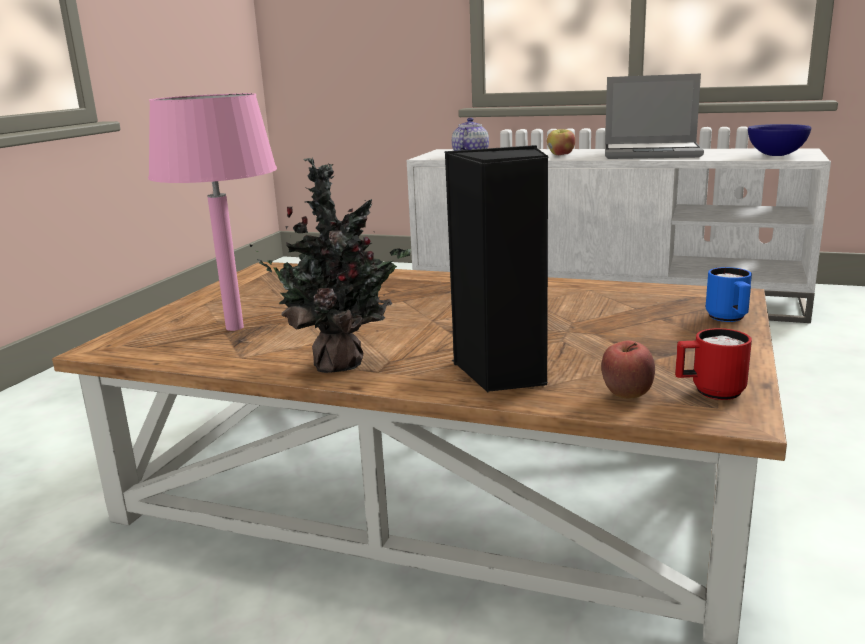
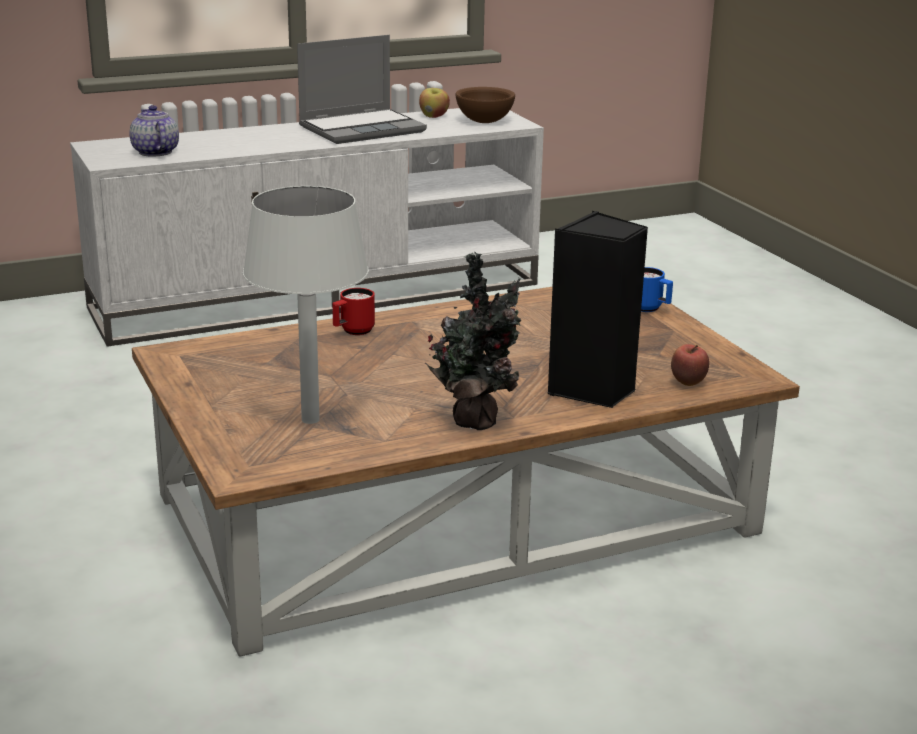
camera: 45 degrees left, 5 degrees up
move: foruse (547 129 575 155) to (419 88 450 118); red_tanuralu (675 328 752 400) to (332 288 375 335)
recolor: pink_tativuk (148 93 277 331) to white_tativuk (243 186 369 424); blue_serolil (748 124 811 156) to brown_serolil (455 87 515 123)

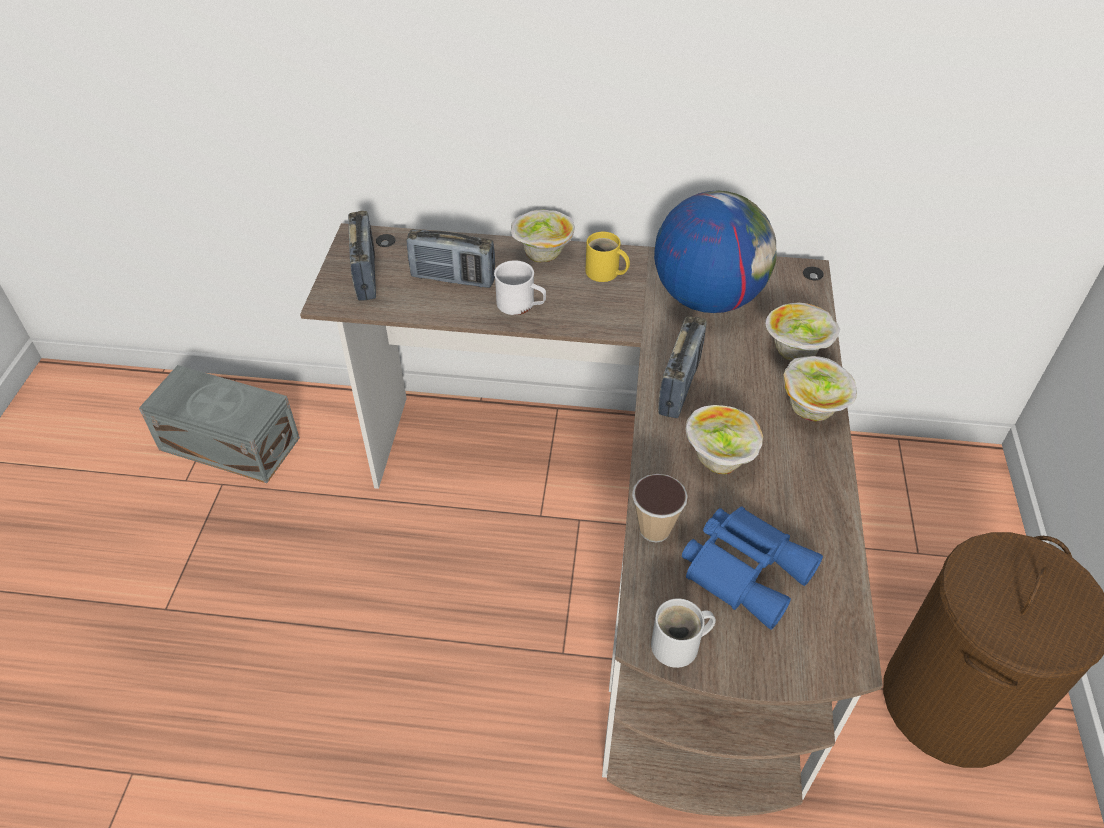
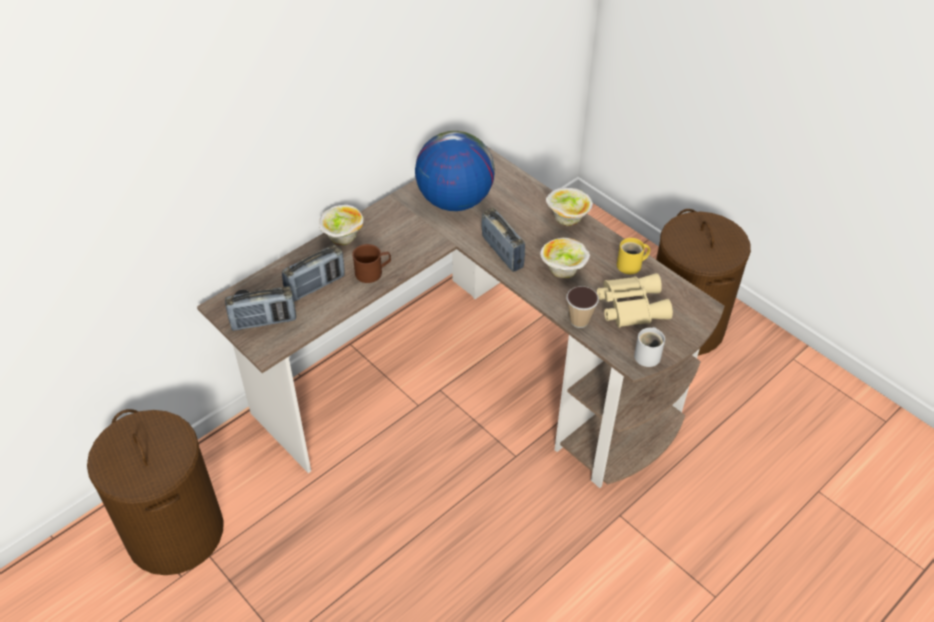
camera: 50 degrees left, 0 degrees up
delete: serolil (766 303 840 361)
move: yellow_tanuralu (585 232 630 282) to (617 238 650 274)
replace: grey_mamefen (139 365 300 483) to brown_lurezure (87 409 224 575)
recolor: white_tanuralu (494 260 546 315) to brown_tanuralu (352 244 391 283); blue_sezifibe (682 506 823 630) to beige_sezifibe (597 273 673 328)
rotate: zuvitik (348 211 376 301) = (225 286 296 331) 135 degrees clockwise

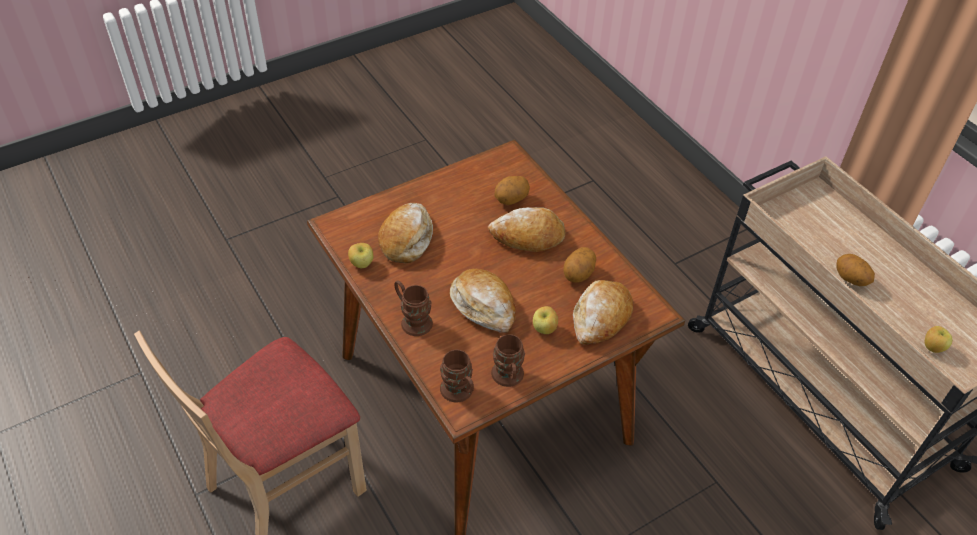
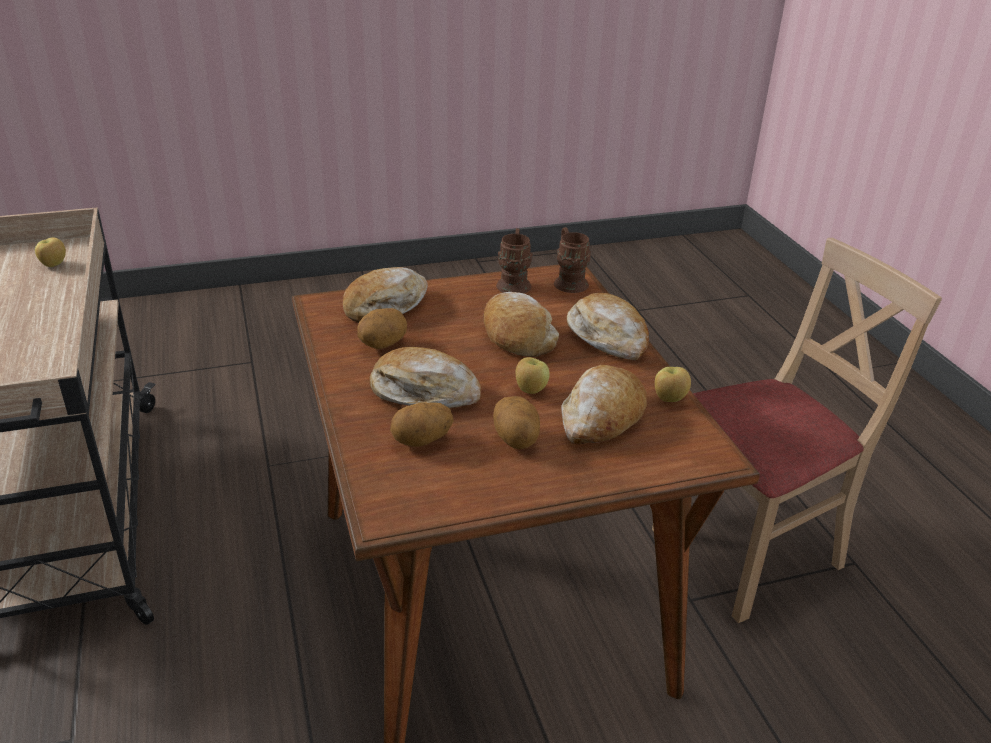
camera: 165 degrees left, 15 degrees down
move: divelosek (837 254 875 286) to (493 396 540 449); foruse (533 306 558 334) to (515 357 550 394)
replace: brown_tanuralu (394 281 433 336) to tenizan (567 293 649 361)

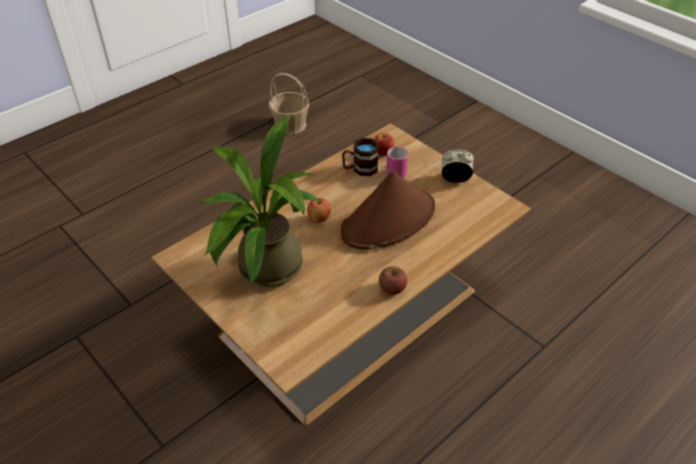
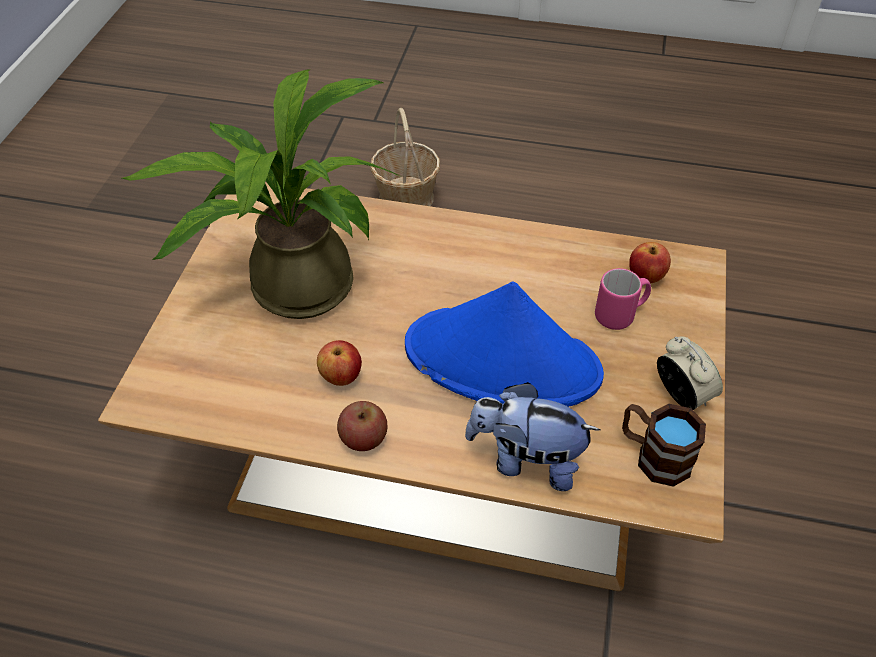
camera: 55 degrees right, 5 degrees up
insert: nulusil (465 382 600 491)
move: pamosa (269 73 309 135) to (370 108 440 206); brown_tanuralu (342 138 379 176) to (622 404 706 487); foruse (307 198 331 223) to (317 340 362 386)
recolor: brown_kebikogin (341 171 435 250) to blue_kebikogin (405 281 604 407)

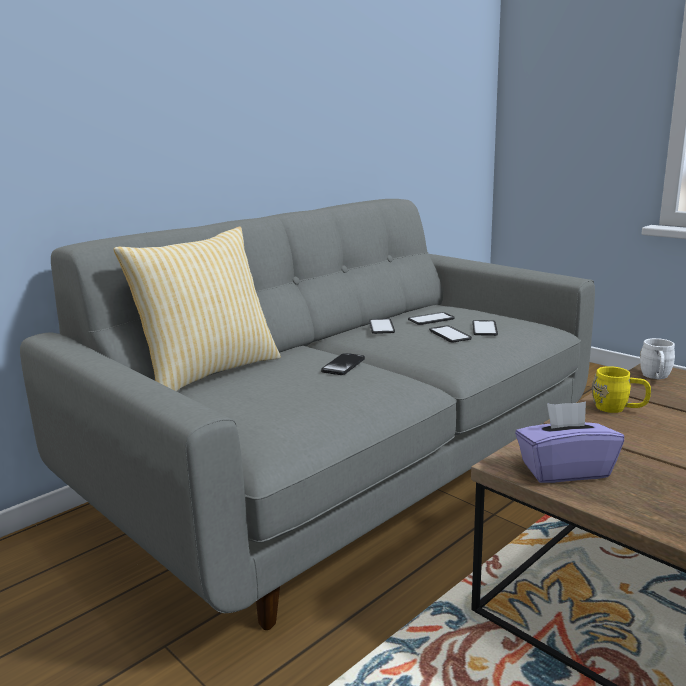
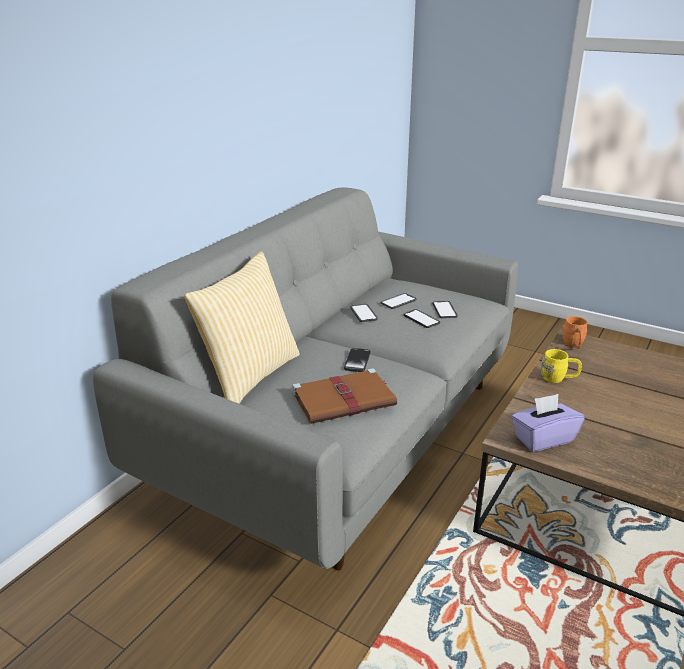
camera: 15 degrees left, 10 degrees up
insert: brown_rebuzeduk (292 368 397 424)
recolor: white_tanuralu (640 338 675 380) to orange_tanuralu (562 316 587 349)

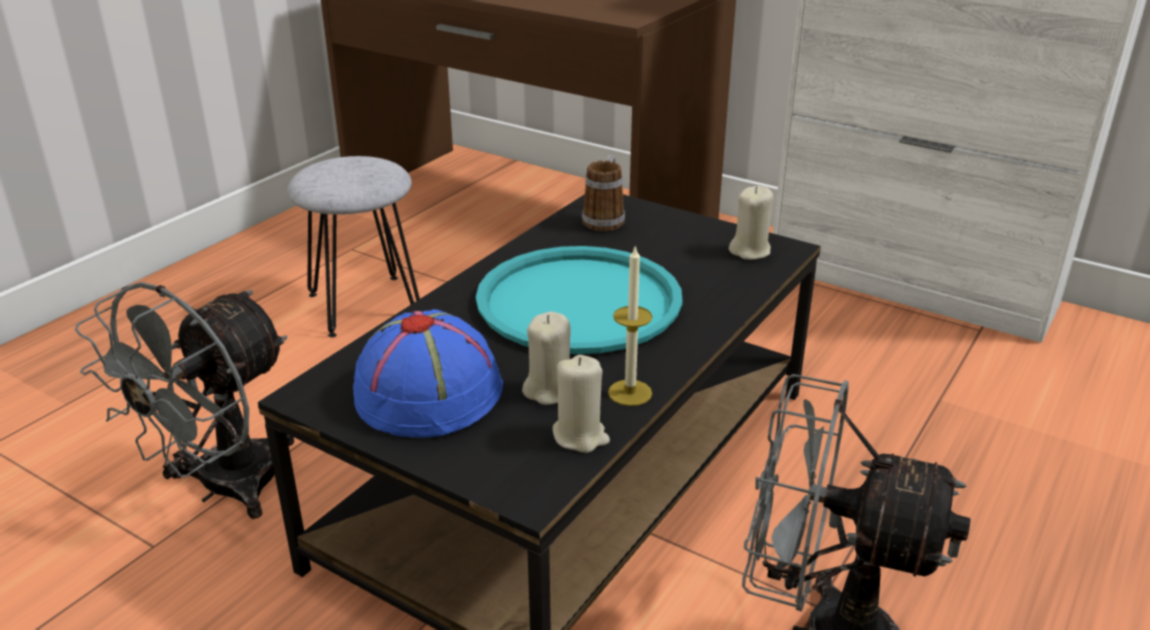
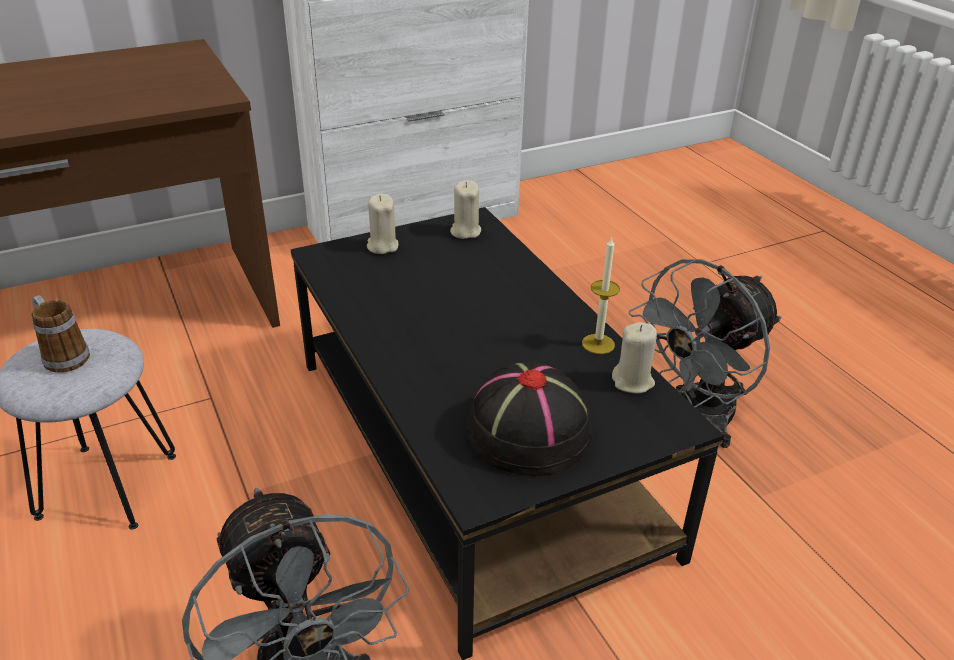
camera: 60 degrees left, 5 degrees up
delete: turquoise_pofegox (476 246 683 354)
move: tanuralu (582 155 625 231) to (32 295 90 373); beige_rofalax (522 312 571 405) to (367 194 399 254)
recolor: blue_kebikogin (353 309 503 438) to black_kebikogin (467 362 593 476)

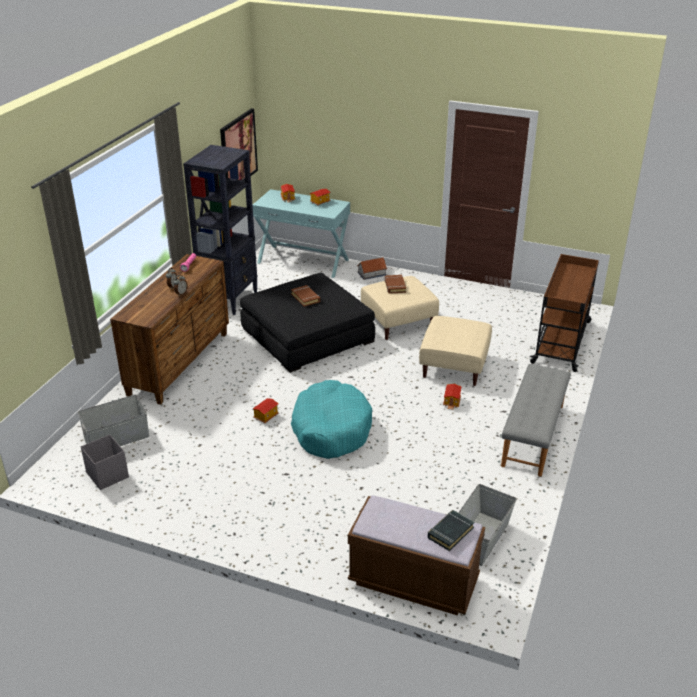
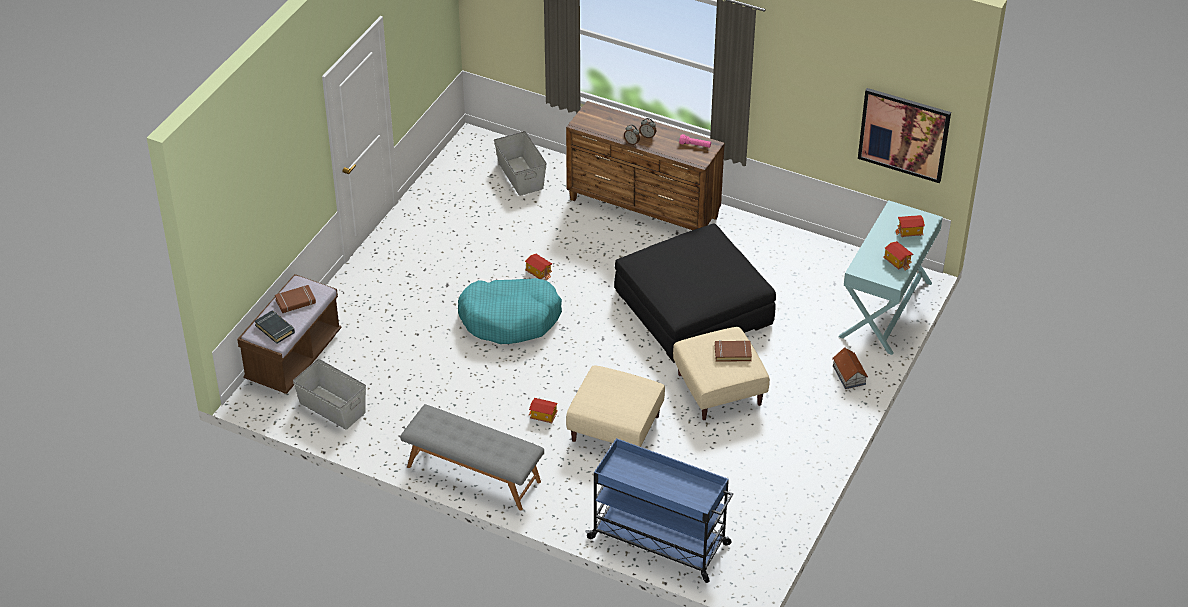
camera: 95 degrees right, 10 degrees up
delete: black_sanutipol (183 145 258 315); grey_mamefen (81 434 129 490)
move: brown_rebuzeduk (291 285 320 307) to (275 285 316 313)
recolor: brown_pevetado (530 254 599 372) to blue_pevetado (585 438 733 583)

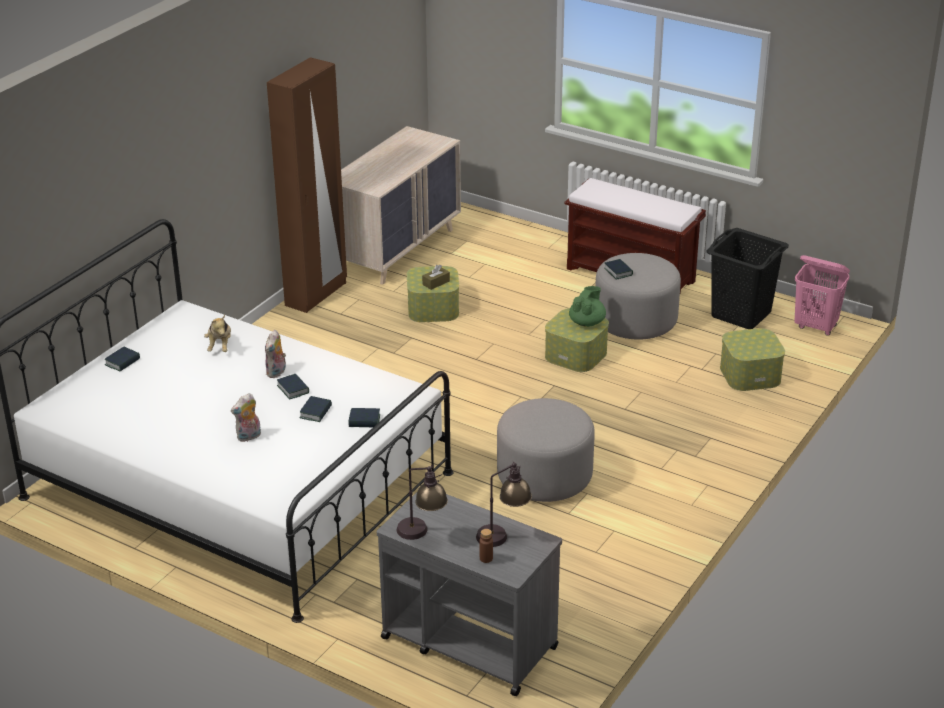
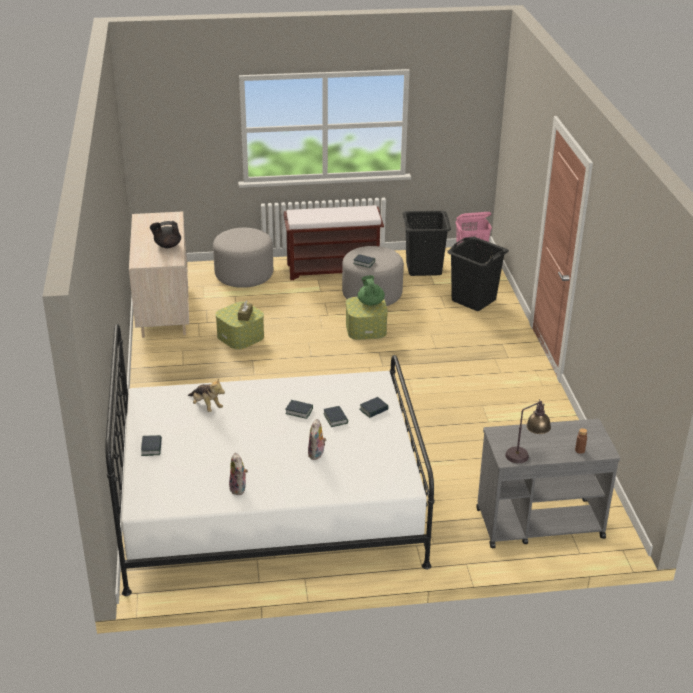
camera: 40 degrees left, 0 degrees up
delete: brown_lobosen (267 57 347 313); tativuk (476 462 532 547)
insert: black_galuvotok (150 221 181 248)
move: nulusil (265 330 286 378) to (229 453 248 495); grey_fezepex (497 398 595 502) to (213 228 273 288)
replace: mamefen (720 328 785 391) to black_lurezure (447 237 509 311)

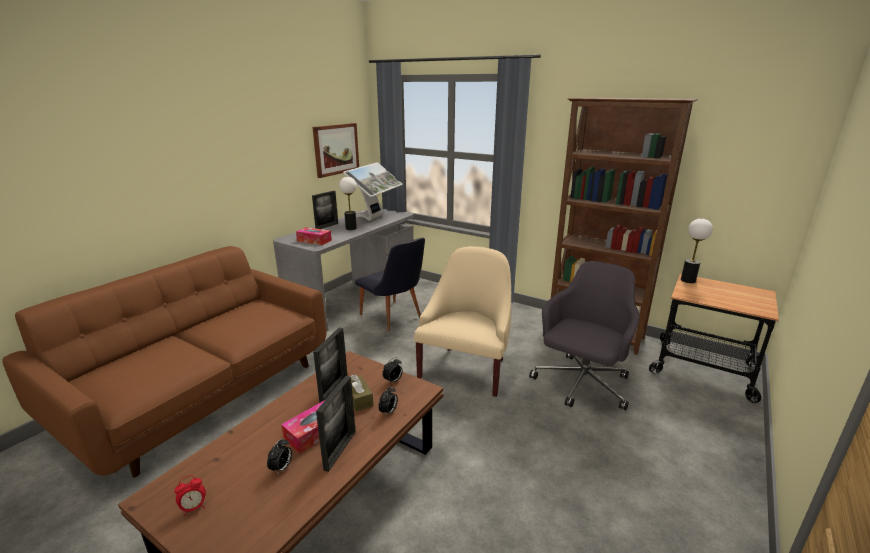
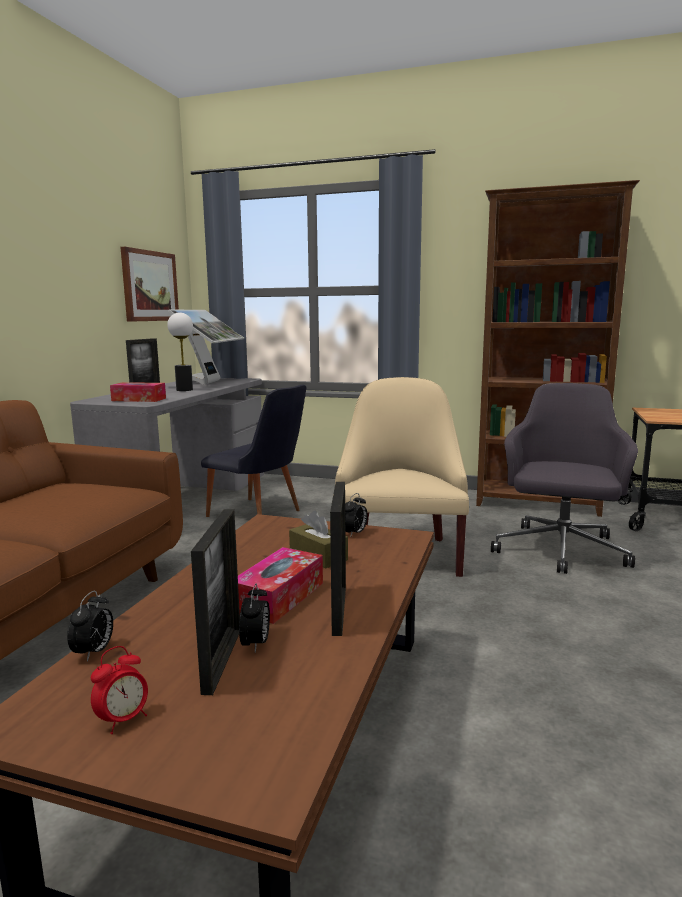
camera: 15 degrees left, 10 degrees down
delete: tativuk (681 218 713 283)
move: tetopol (313 328 347 403) to (191 509 240 695); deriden (378 386 398 416) to (67 590 113 662)

